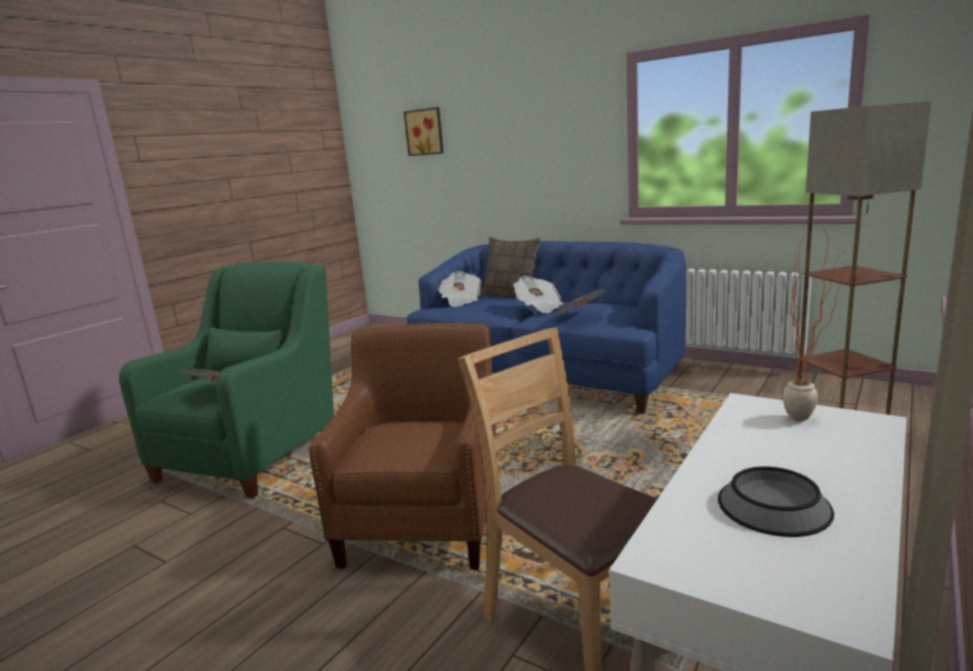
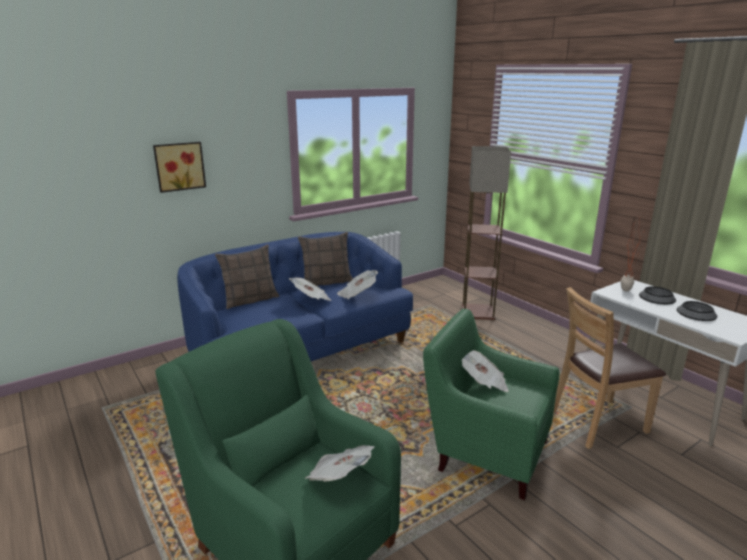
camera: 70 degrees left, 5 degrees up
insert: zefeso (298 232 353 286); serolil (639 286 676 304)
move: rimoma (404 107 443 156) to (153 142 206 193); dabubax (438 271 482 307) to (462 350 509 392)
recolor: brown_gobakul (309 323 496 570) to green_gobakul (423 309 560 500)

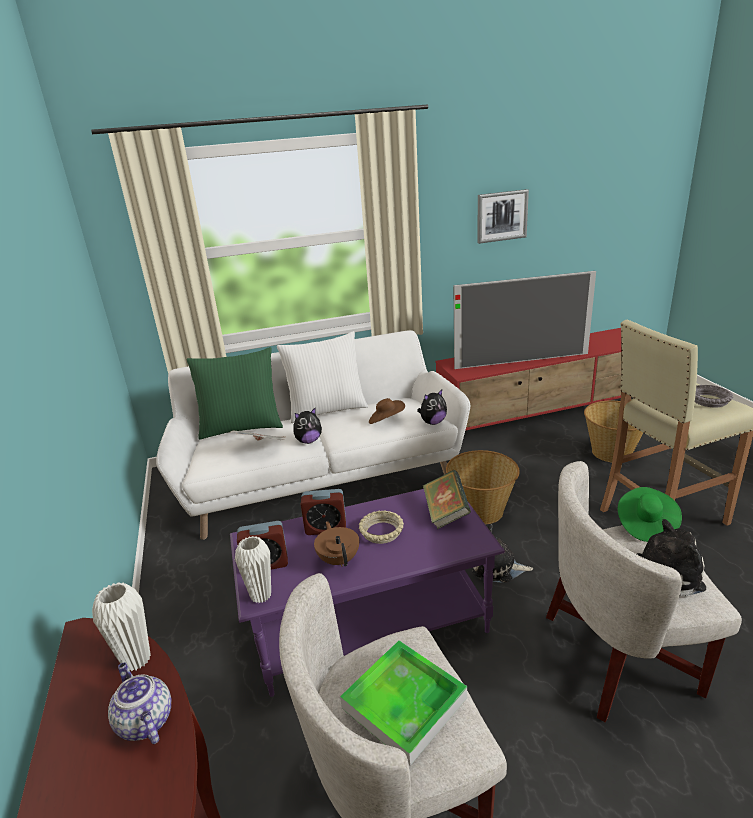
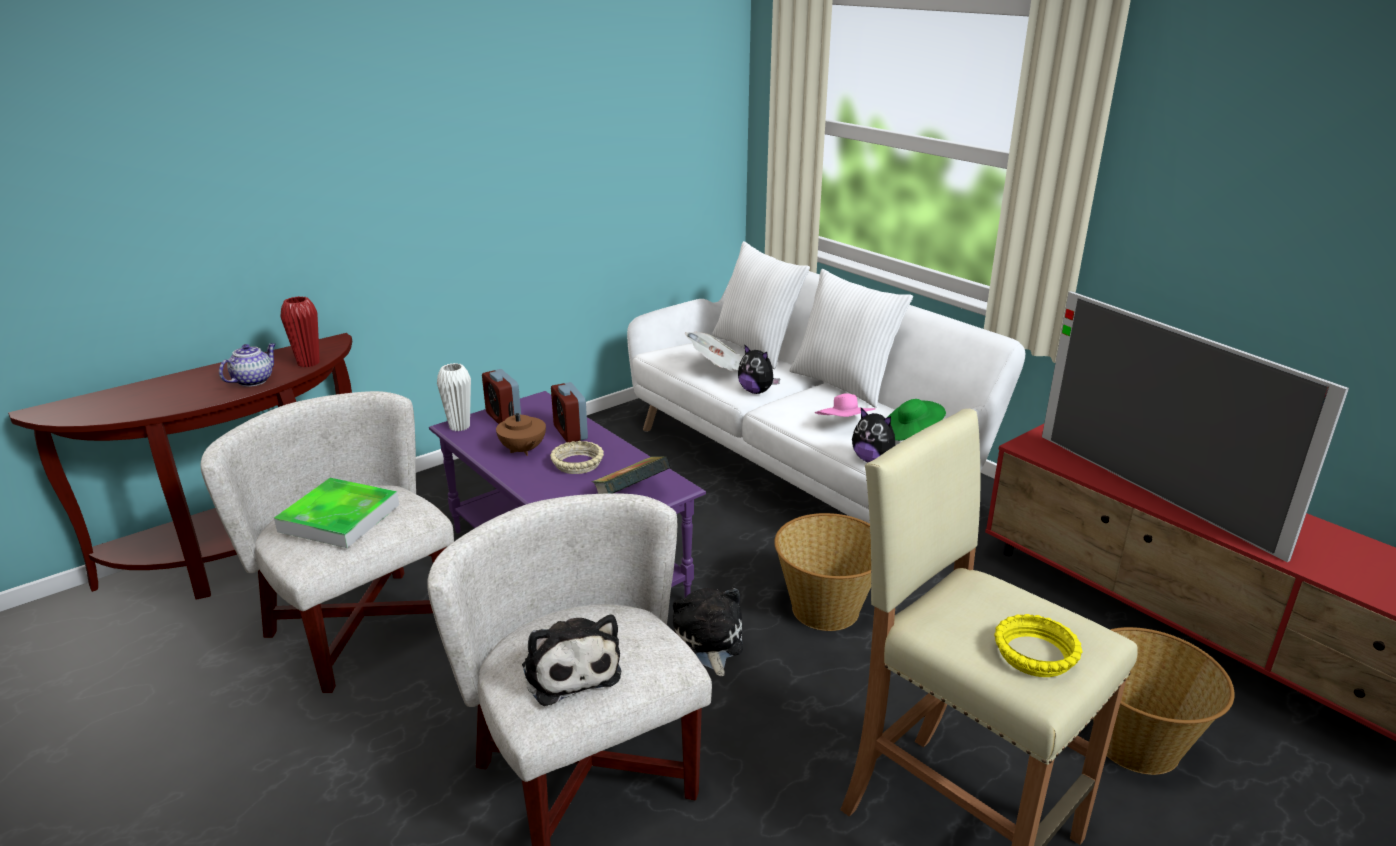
camera: 65 degrees right, 0 degrees up
delete: rimoma (477 189 529 244)
move: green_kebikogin (618 487 682 542) to (888 399 946 441)
recolor: green_zefeso (187 347 283 440) to white_zefeso (712 241 810 369); grey_serolil (695 385 733 407) to yellow_serolil (994 614 1083 677); brown_kebikogin (369 398 405 424) to pink_kebikogin (815 393 876 417); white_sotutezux (92 582 151 672) to red_sotutezux (280 296 320 367)
rotate: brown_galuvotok (314 521 359 567) = (496 401 546 456) 105 degrees clockwise

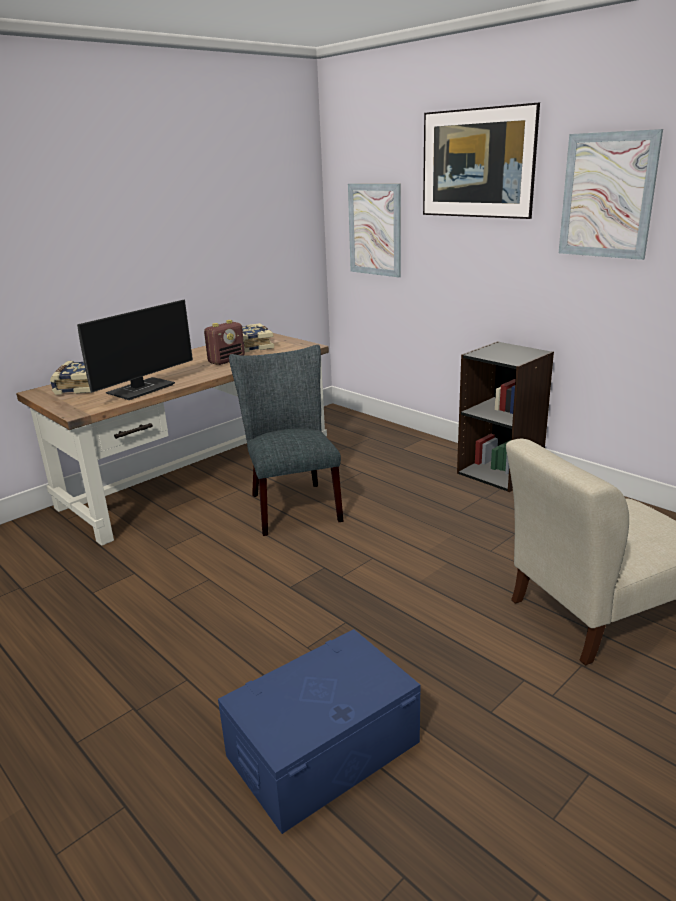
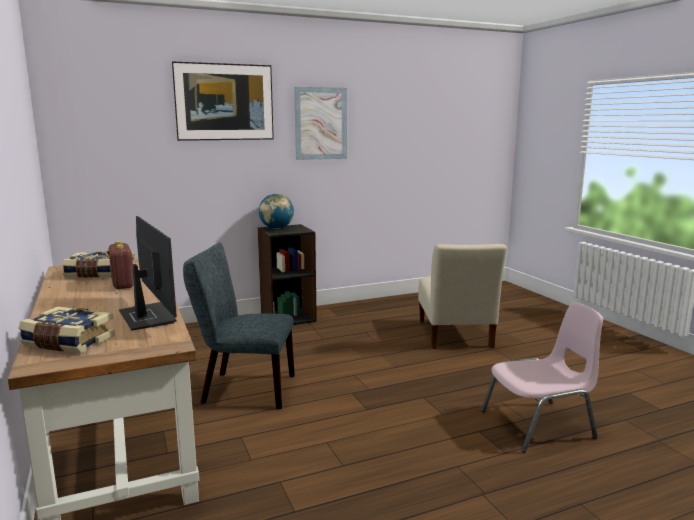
camera: 70 degrees left, 10 degrees down
delete: rimoma (348 184 401 277)
insert: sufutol (259 194 294 229)
replace: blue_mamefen (218 629 421 834) to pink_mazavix (481 303 603 453)

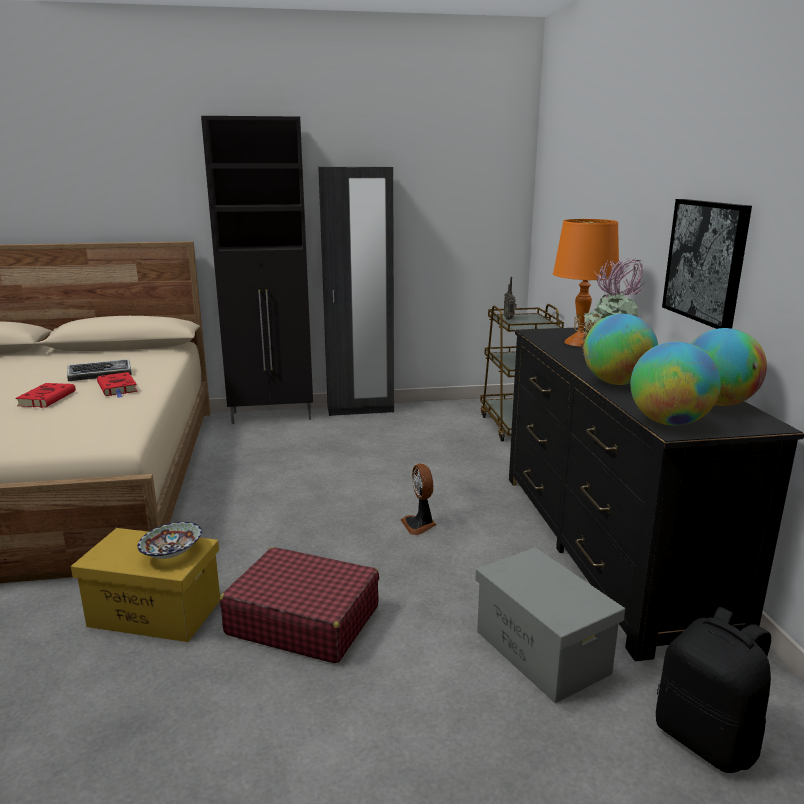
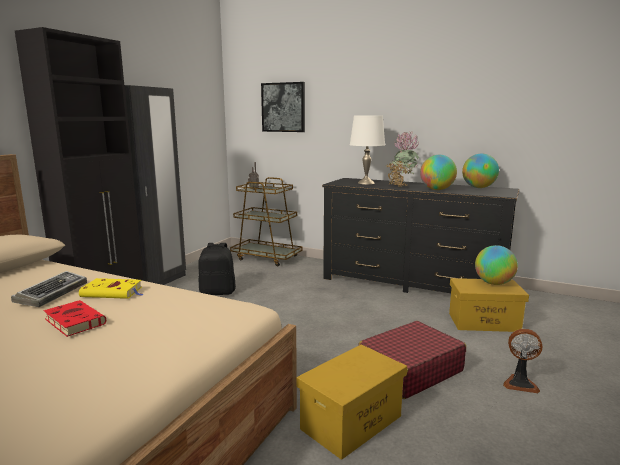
camera: 55 degrees left, 5 degrees down
delete: serolil (137 522 202 559)
move: rimoma (662 199 752 329) to (261 82 305 132); sufutol (630 342 721 426) to (475 245 518 285); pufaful (400 463 436 535) to (503 329 542 393); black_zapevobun (656 607 771 773) to (198 243 236 295)
recolor: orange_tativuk (553 219 619 347) to white_tativuk (350 115 385 184); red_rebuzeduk (97 372 138 398) to yellow_rebuzeduk (79 278 143 299); grey_mamefen (475 547 625 703) to yellow_mamefen (449 278 529 332)

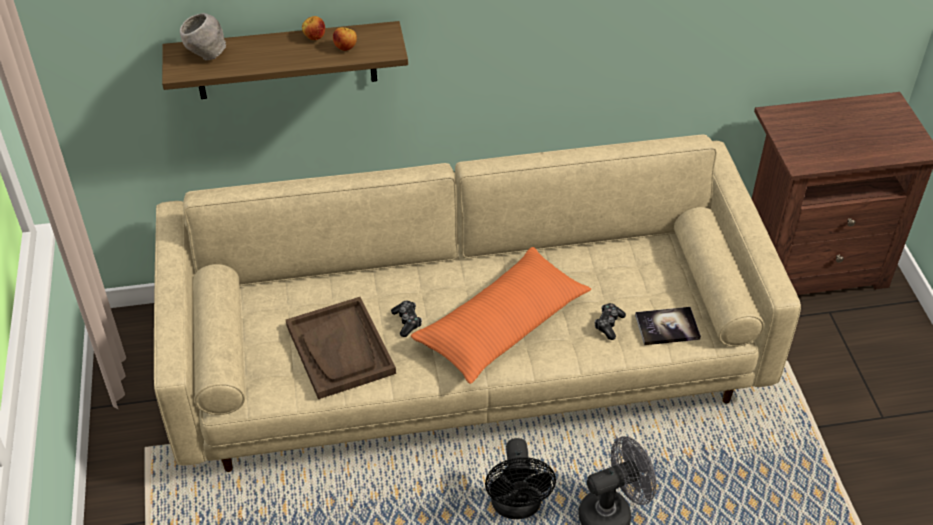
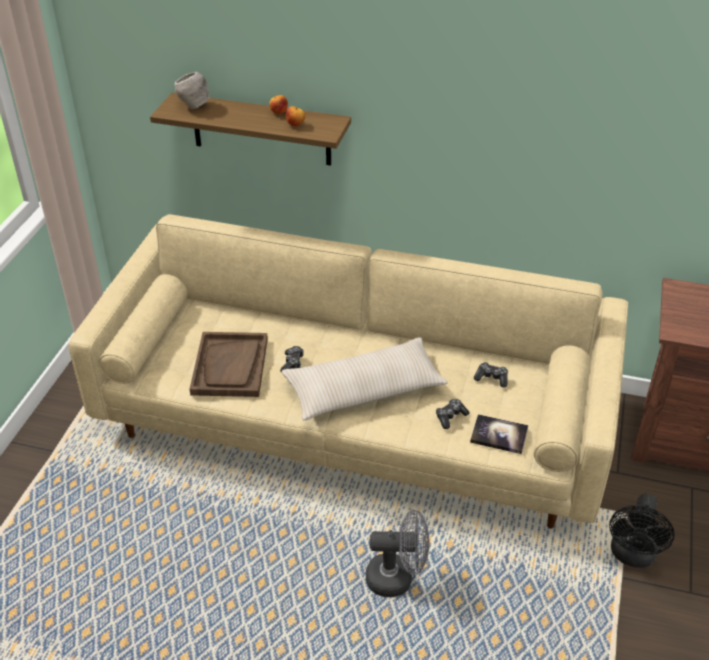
camera: 25 degrees right, 5 degrees down
insert: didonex (474 362 508 388)
move: black_pufaful (485 438 556 519) to (609 494 675 568)
recolor: orange_zefeso (411 247 591 384) to beige_zefeso (282 337 448 421)

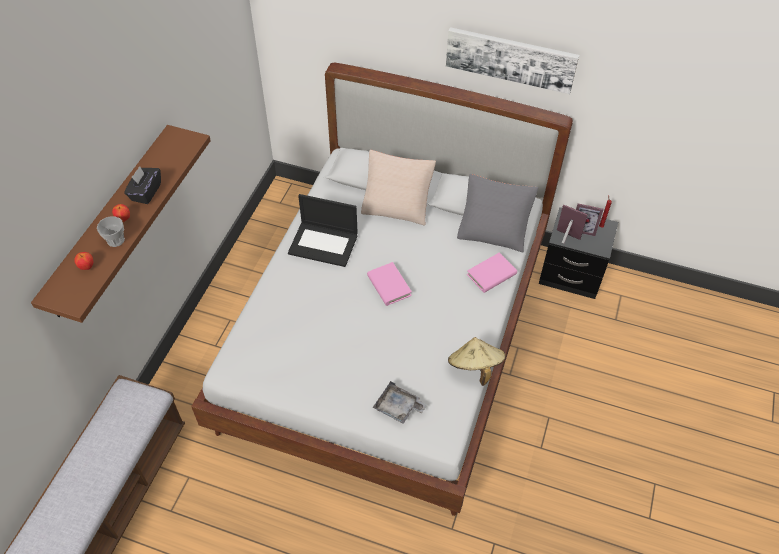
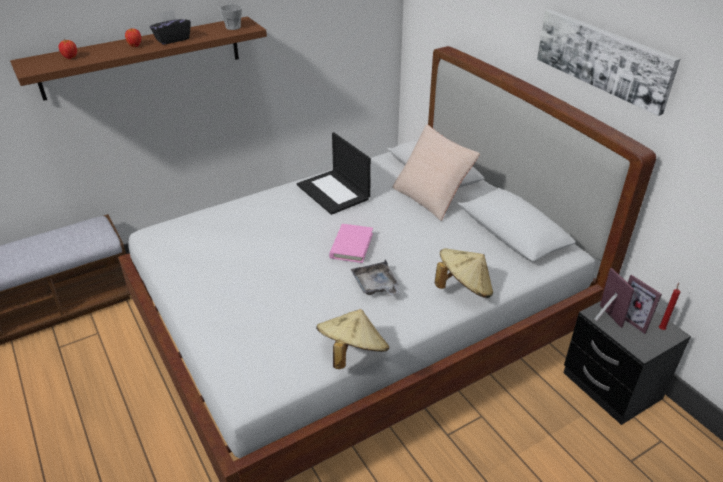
camera: 40 degrees right, 15 degrees down
delete: grey_zefeso (457 174 538 252)
move: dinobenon (97 216 125 247) to (220 4 242 30); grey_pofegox (372 381 427 424) to (351 259 400 296)
replace: pink_rebuzeduk (467 253 517 293) to beige_kebikogin (435 248 493 298)

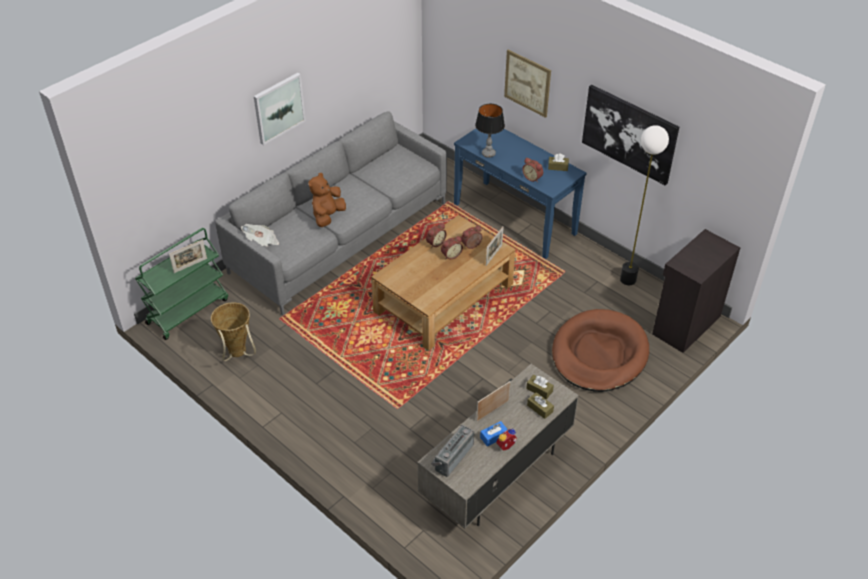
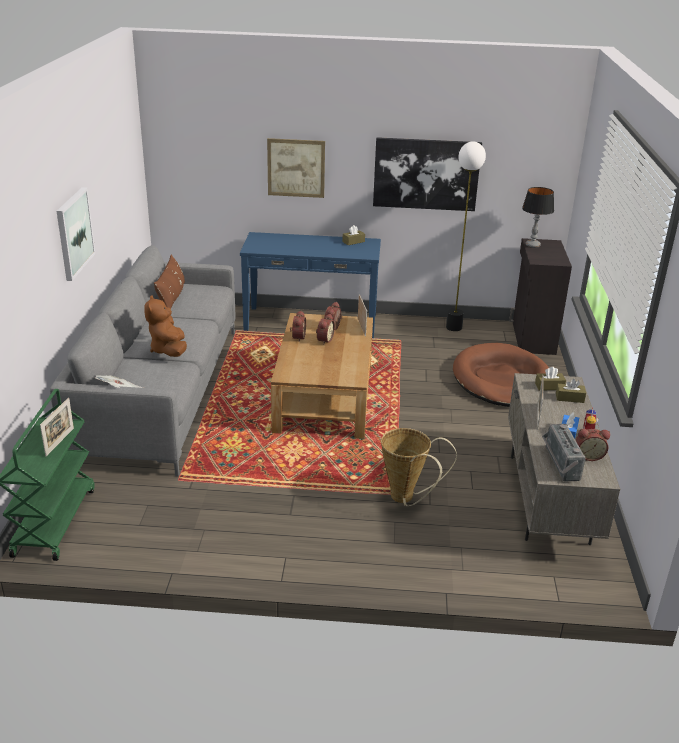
camera: 40 degrees left, 15 degrees down
insert: brown_zefeso (154 254 185 308)
move: tativuk (475 104 505 158) to (522 187 554 248); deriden (522 158 543 183) to (576 429 610 461); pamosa (211 302 256 361) to (381 428 457 506)

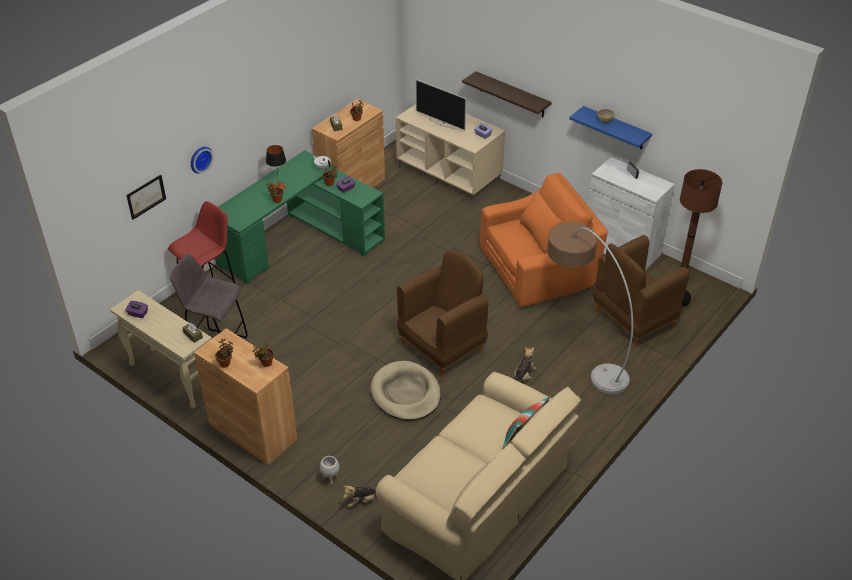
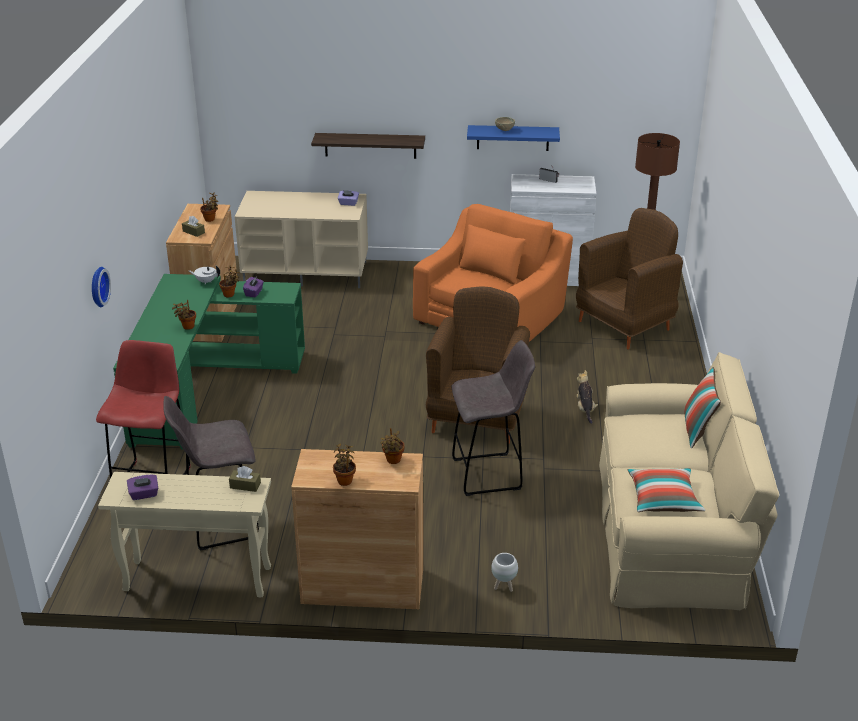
camera: 35 degrees left, 10 degrees down
delete: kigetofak (416 79 466 130); tativuk (266 145 286 190); rimoma (126 175 166 220); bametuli (547 222 633 394); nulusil (343 486 376 507)
insert: zefeso (627 468 705 512)
replace: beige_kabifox (371 361 441 421) to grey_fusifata (451 340 535 496)
rotate: brown_gobakul (593 235 690 346) = (576 208 683 349) 150 degrees counterclockwise

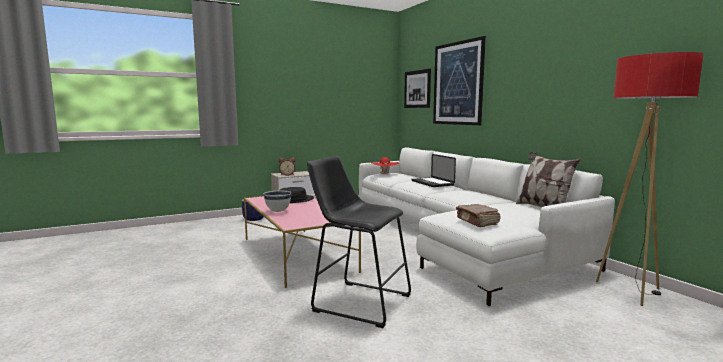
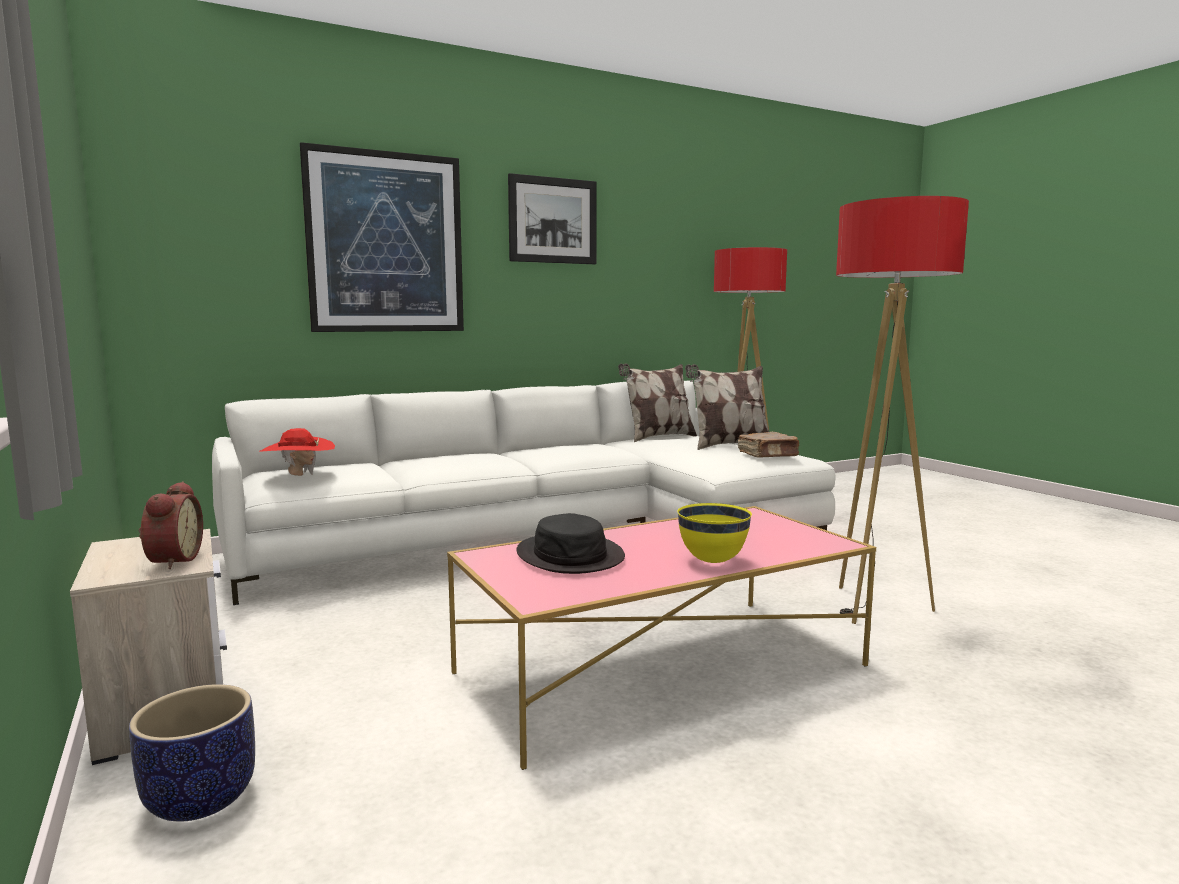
camera: 90 degrees left, 0 degrees up
delete: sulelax (411 154 456 187)
insert: zefeso (685 364 769 450)
move: rimoma (404 69 431 108) to (508 173 597 264)
replace: black_fusifata (307 156 411 328) to bametuli (836 196 969 624)
recolor: white_serolil (264 190 291 212) to yellow_serolil (677 503 752 563)

